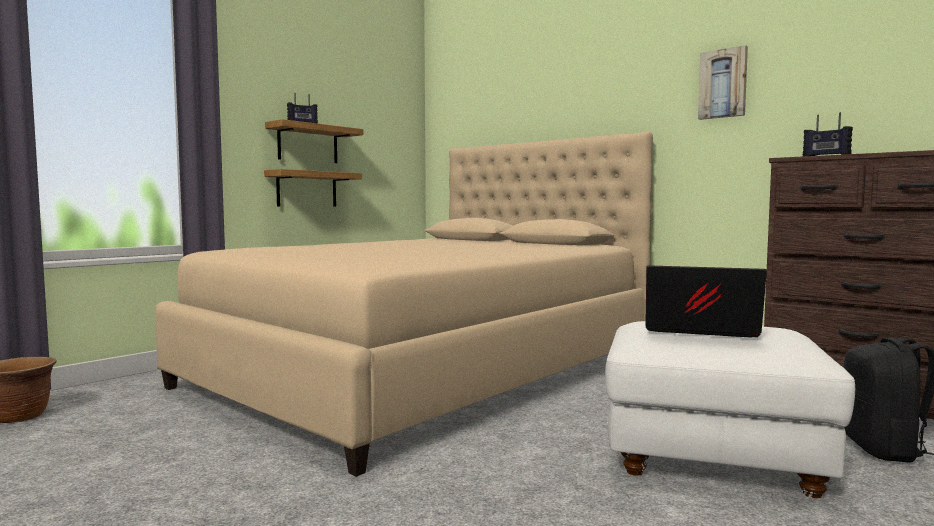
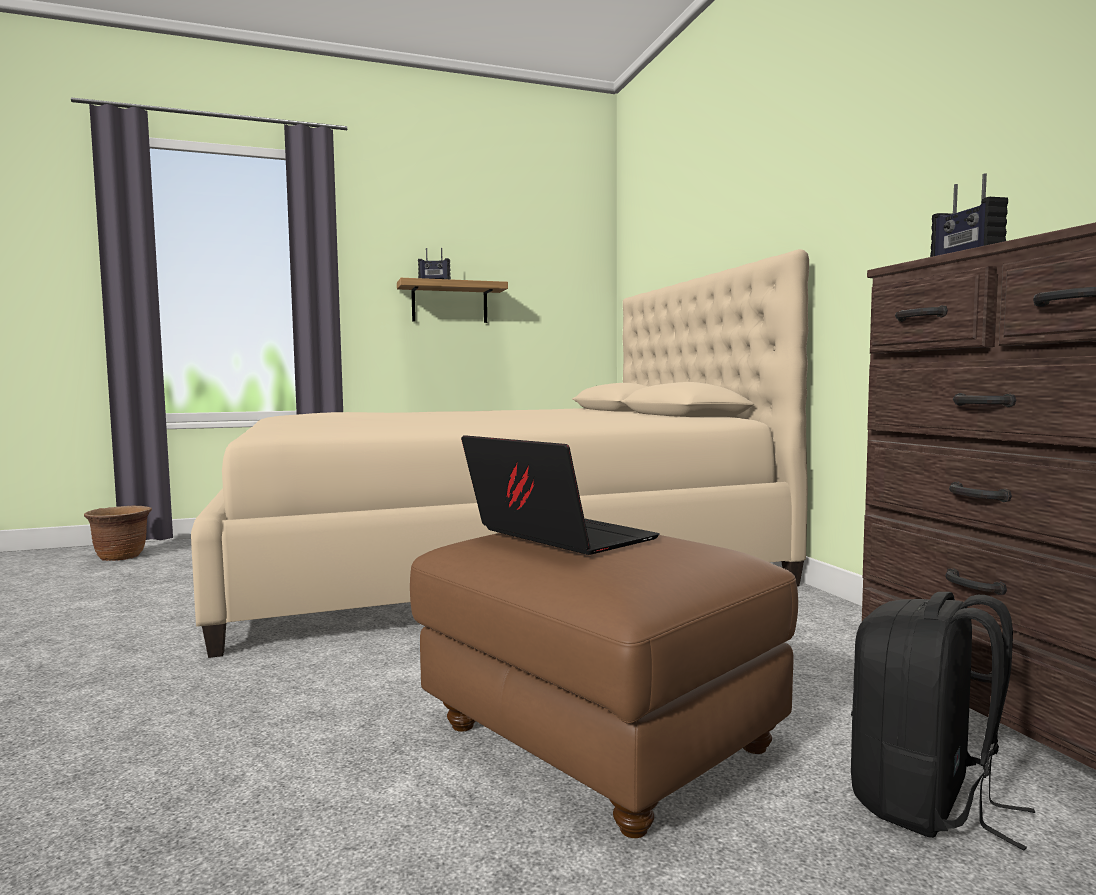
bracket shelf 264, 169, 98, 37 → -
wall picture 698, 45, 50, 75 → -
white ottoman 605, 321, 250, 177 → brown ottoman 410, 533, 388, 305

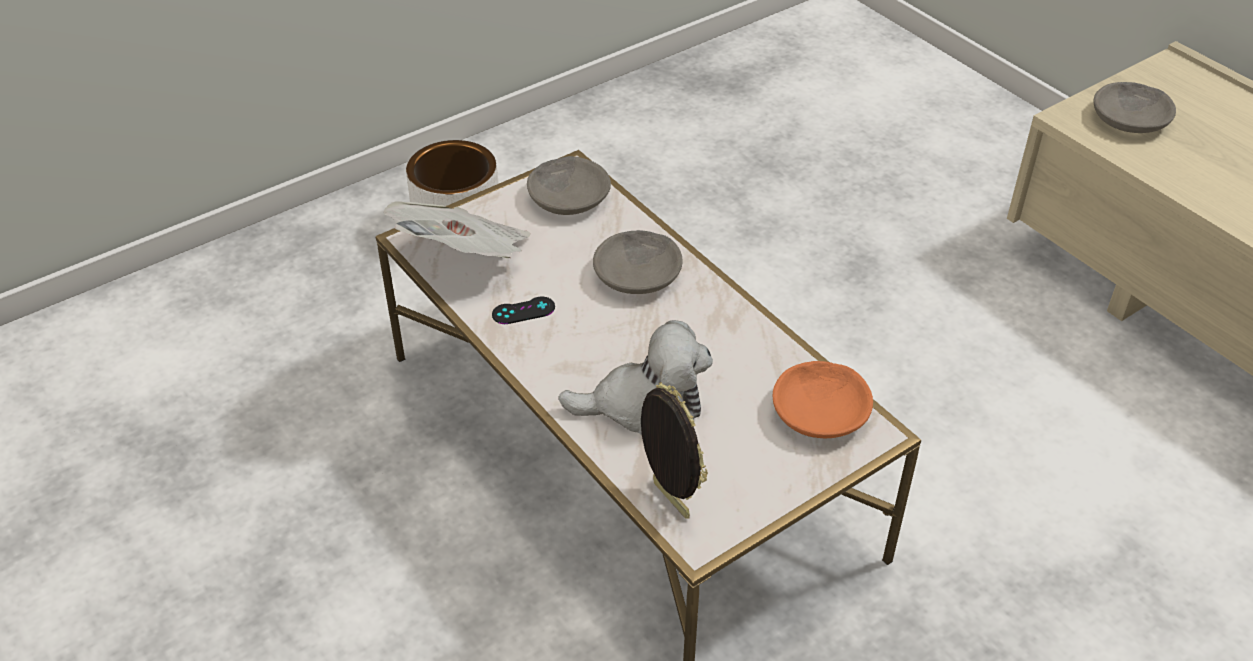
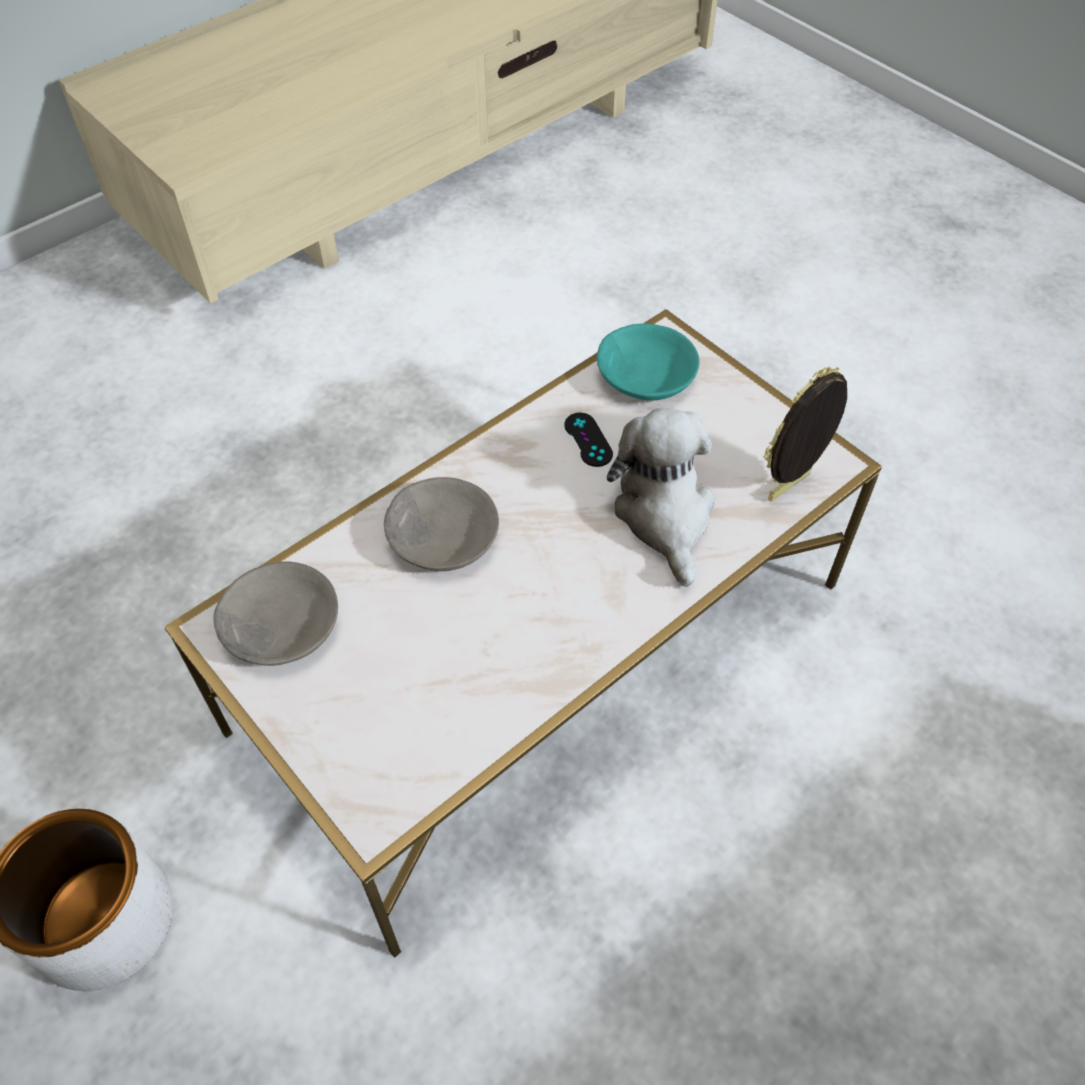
daily paper 384, 201, 147, 58 → -
grey deep dish 1093, 82, 83, 51 → -
black-coloured gamepad 492, 297, 63, 27 → black-coloured gamepad 564, 413, 49, 54, moved
orange deep dish 773, 361, 100, 77 → blue-green deep dish 597, 323, 103, 77

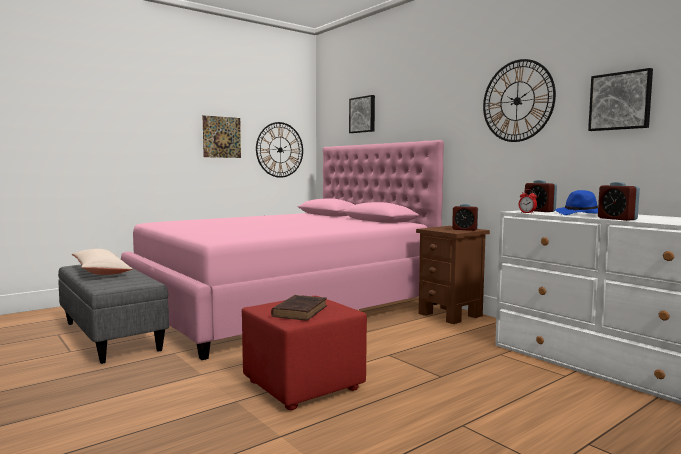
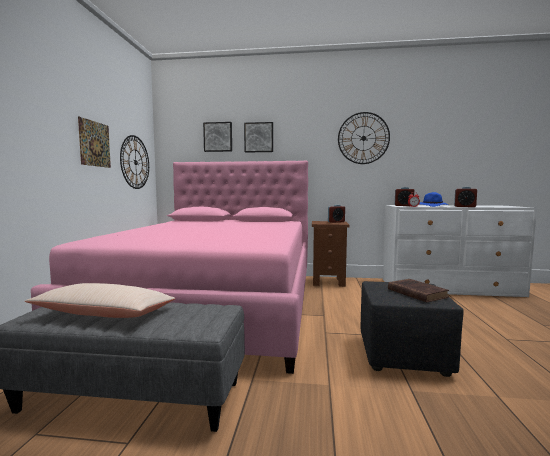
wall picture 588, 68, 65, 63 → wall picture 244, 122, 29, 31, moved
red-coloured ottoman 242, 296, 125, 114 → black-coloured ottoman 361, 281, 103, 96

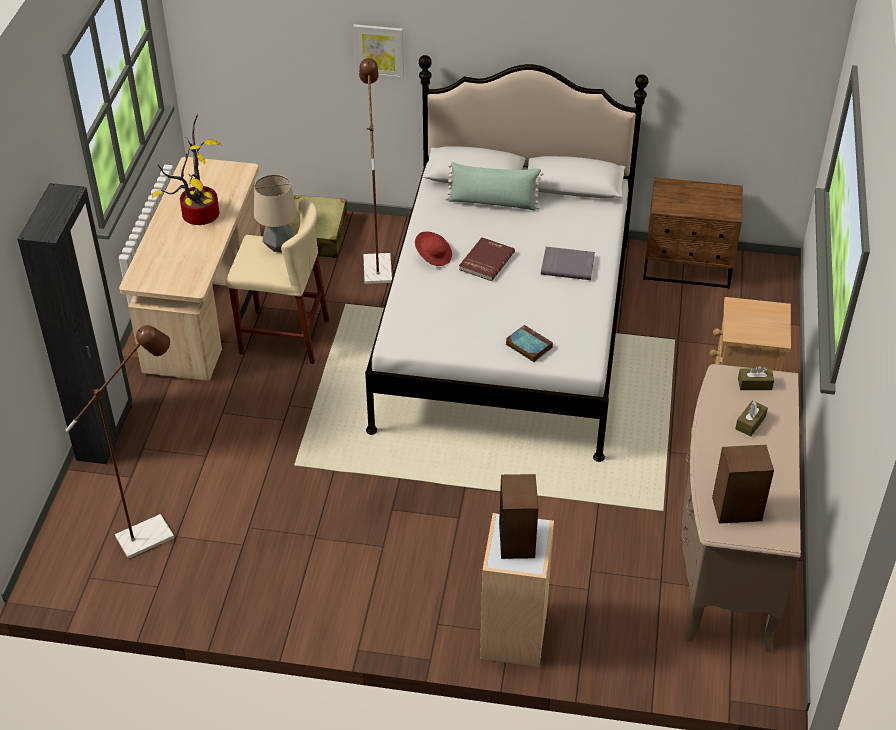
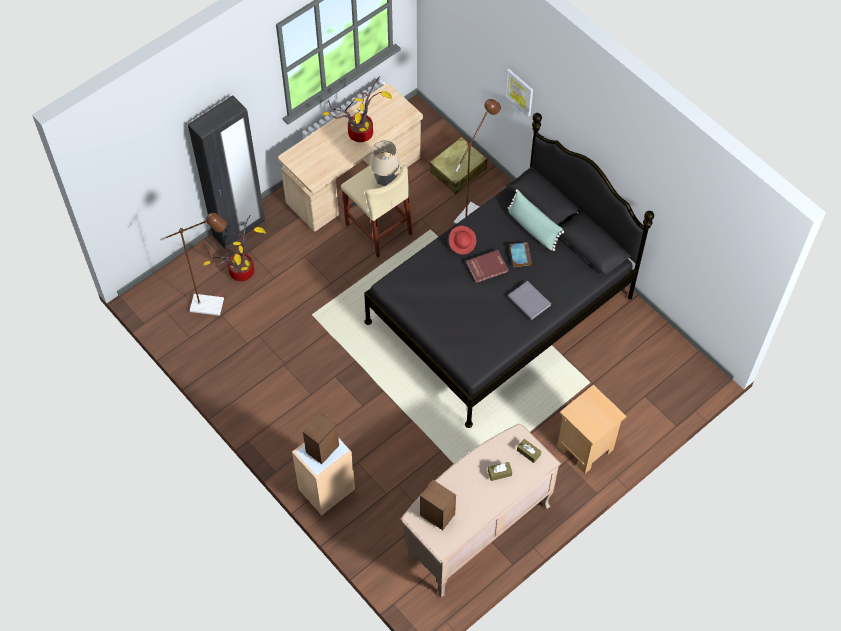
brown night table 643, 177, 100, 112 → -
- → plant in a pot 203, 215, 63, 66
bound book 506, 325, 47, 37 → bound book 509, 242, 23, 25, moved
white bedroom bed 365, 55, 283, 407 → black-coloured bedroom bed 364, 113, 290, 315

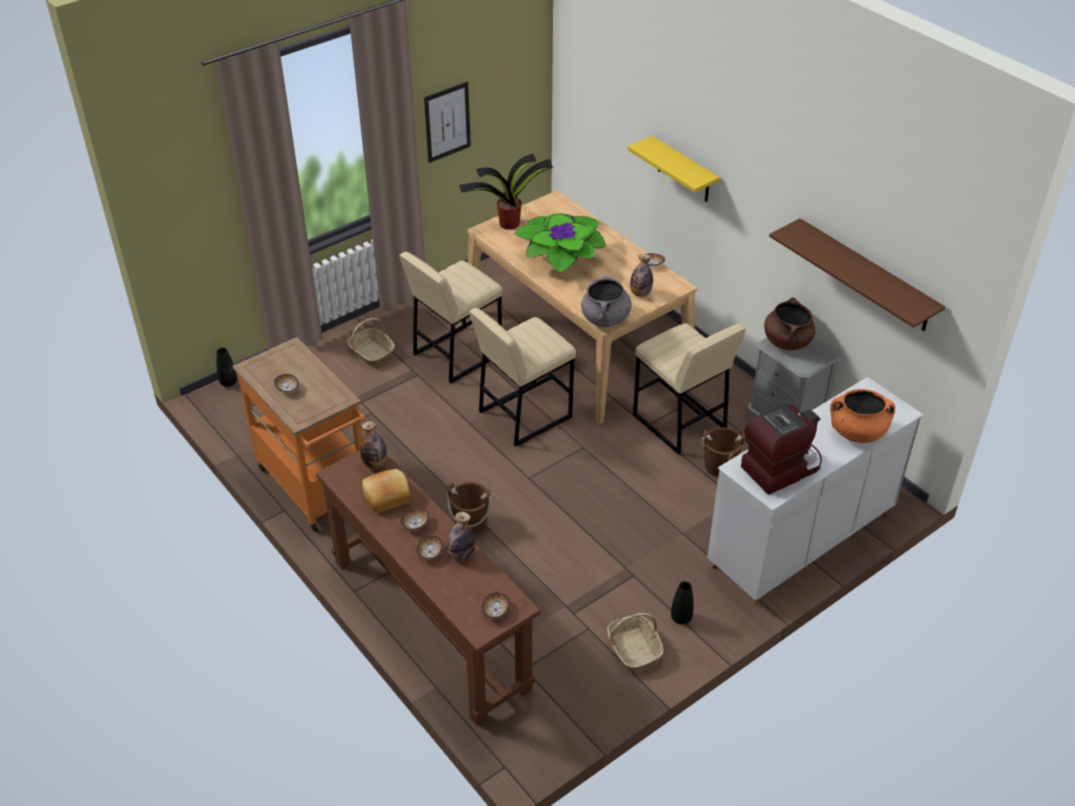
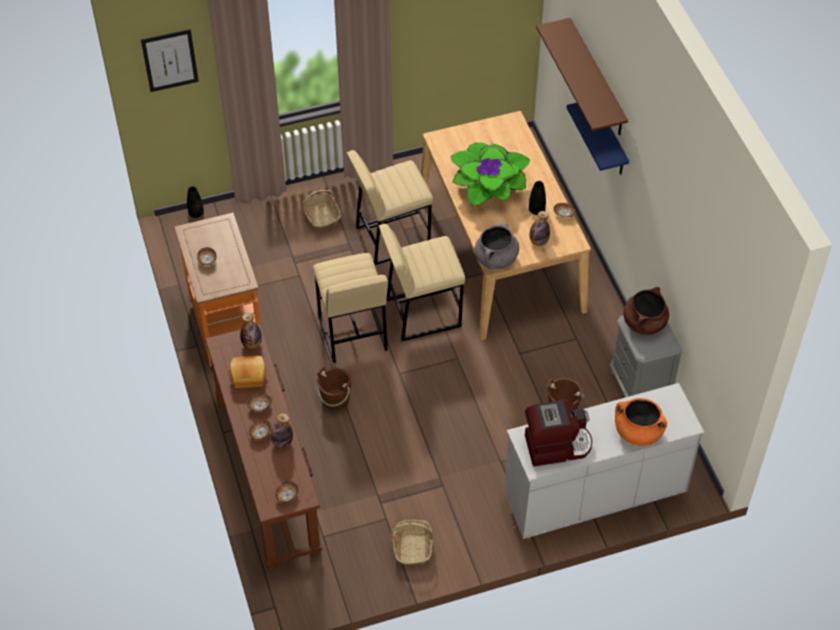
plant in a pot 459, 154, 96, 76 → -
wall picture 424, 82, 47, 81 → wall picture 141, 29, 58, 63, moved
beige-coloured upright chair 633, 323, 113, 132 → beige-coloured upright chair 313, 253, 75, 110, moved
black-coloured decorative vase 671, 581, 23, 43 → black-coloured decorative vase 529, 181, 17, 34, moved
brown bracket shelf 769, 218, 176, 113 → brown bracket shelf 536, 18, 92, 117, moved
yellow bracket shelf 627, 136, 93, 66 → blue bracket shelf 566, 103, 63, 72

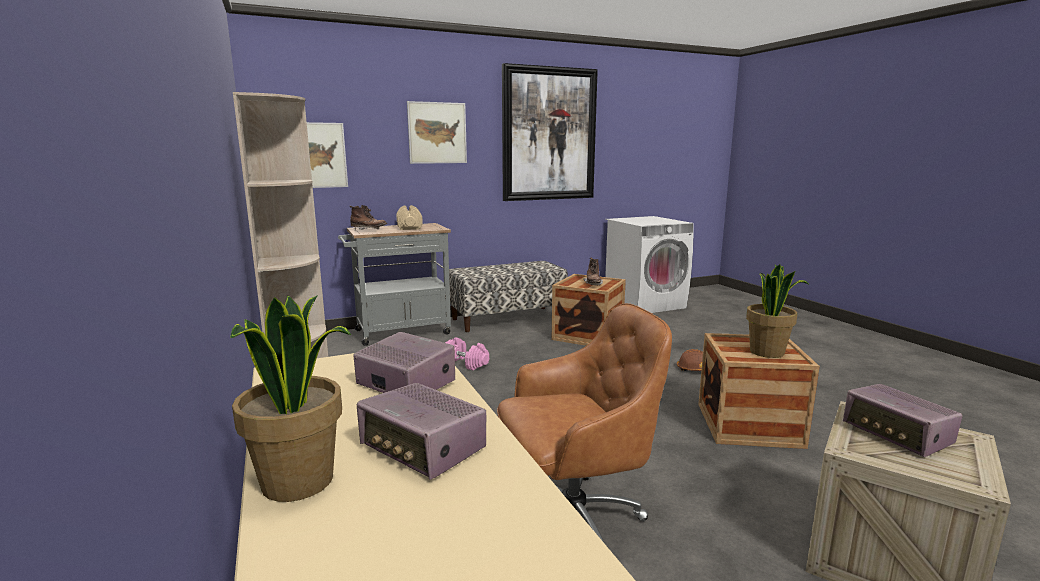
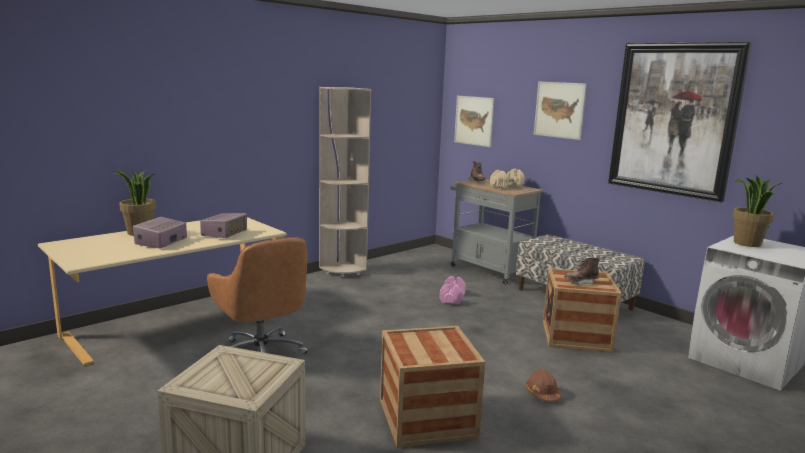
radio set 843, 384, 119, 73 → -
plant in a pot 746, 264, 62, 94 → plant in a pot 732, 176, 50, 71, moved

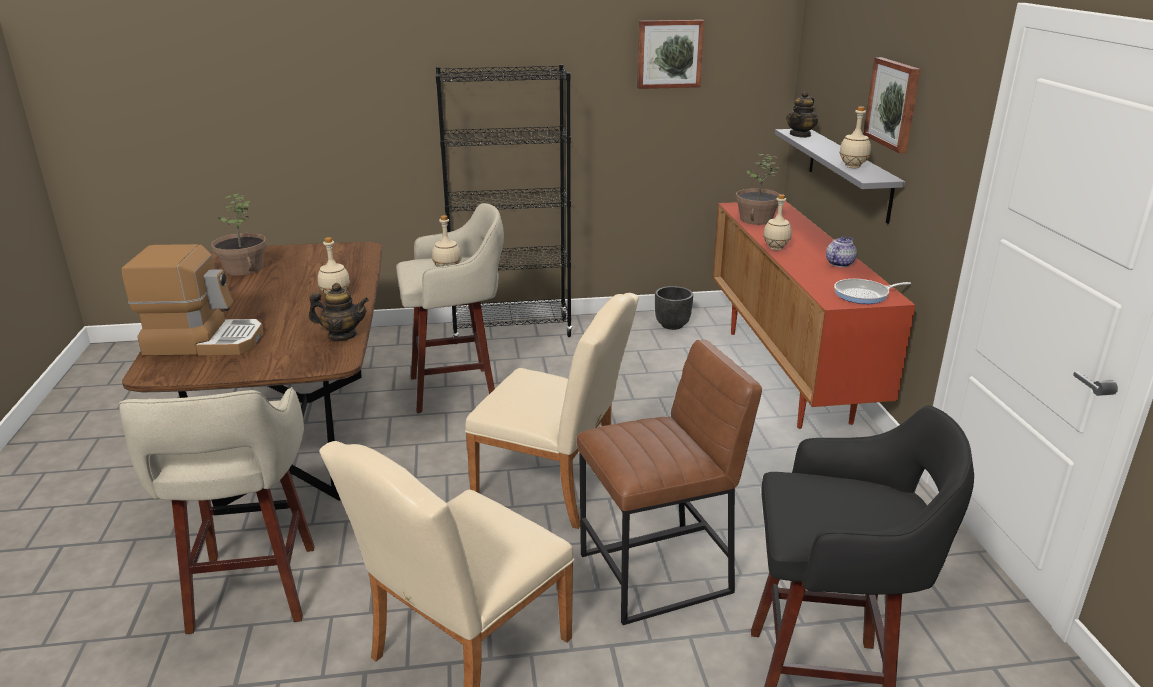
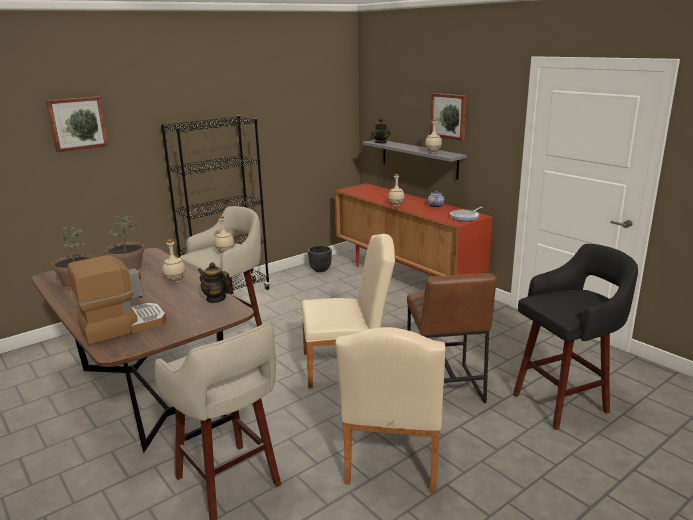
wall picture 637, 20, 68, 69 → wall picture 46, 96, 62, 56, moved
plant in a pot 736, 154, 44, 71 → plant in a pot 105, 215, 39, 55, moved
pot for tea 309, 283, 60, 58 → pot for tea 198, 262, 34, 41, 120 degrees counterclockwise
brown upright chair 577, 340, 185, 285 → brown upright chair 407, 273, 90, 130, 135 degrees clockwise

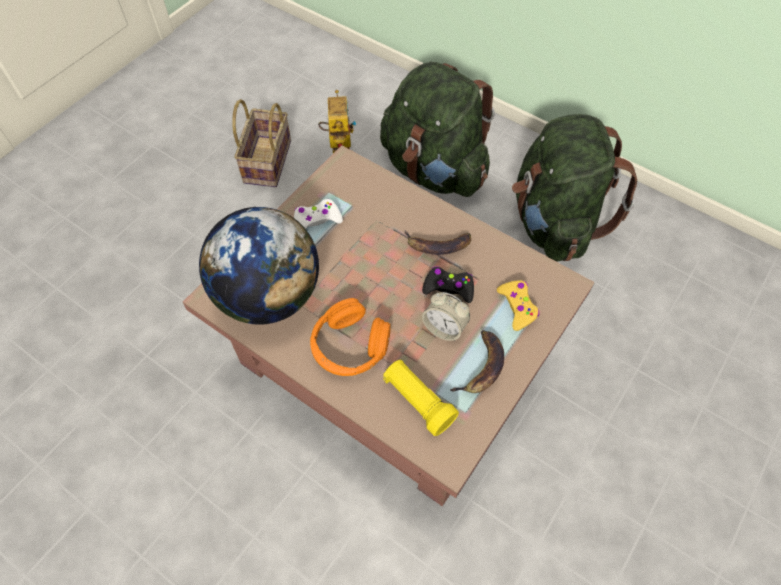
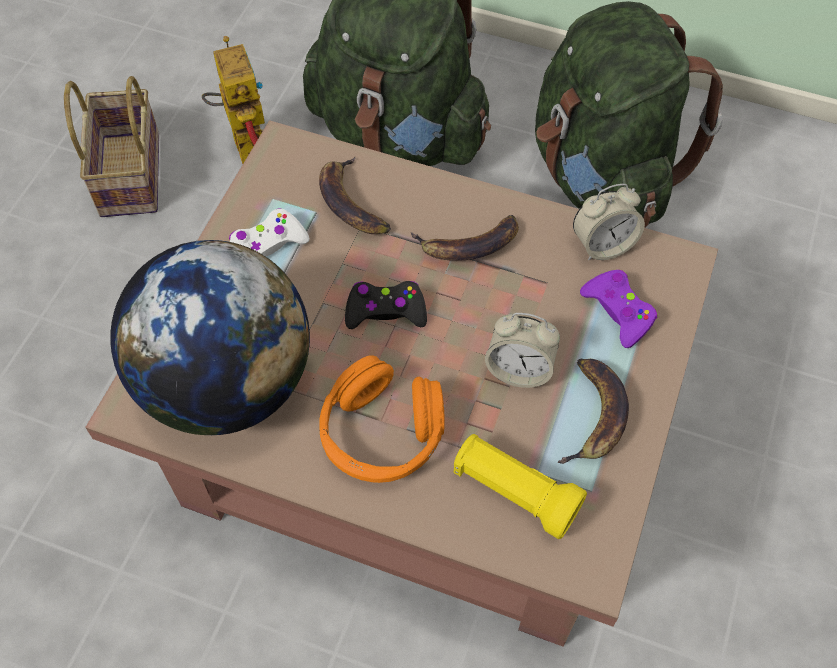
- → banana 319, 157, 72, 77
- → table clock 573, 184, 72, 77
black-coloured gamepad 422, 266, 52, 37 → black-coloured gamepad 345, 281, 82, 48, moved
yellow gamepad 497, 280, 42, 51 → purplish gamepad 580, 270, 77, 78

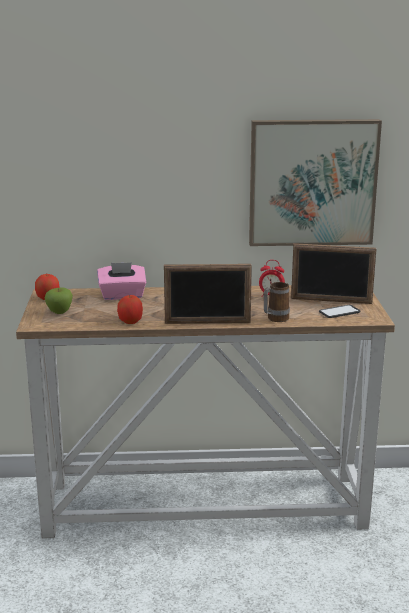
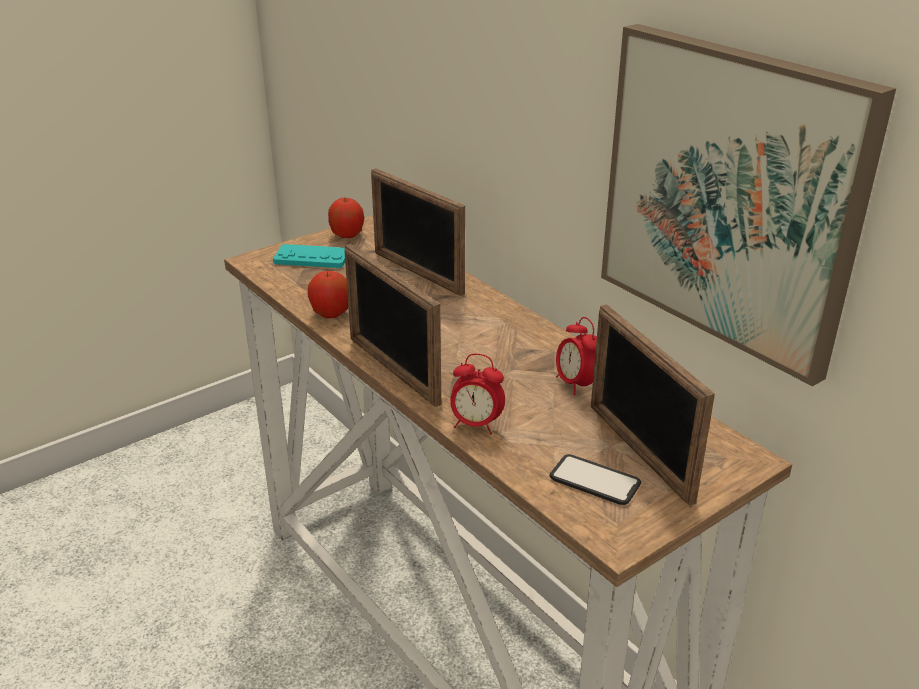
apple 45, 288, 28, 26 → blue-green gamepad 273, 244, 72, 24
pink-coloured tissue holder 97, 262, 49, 38 → photo frame 371, 168, 94, 128
coffee mug 264, 282, 26, 40 → table clock 450, 354, 55, 81

